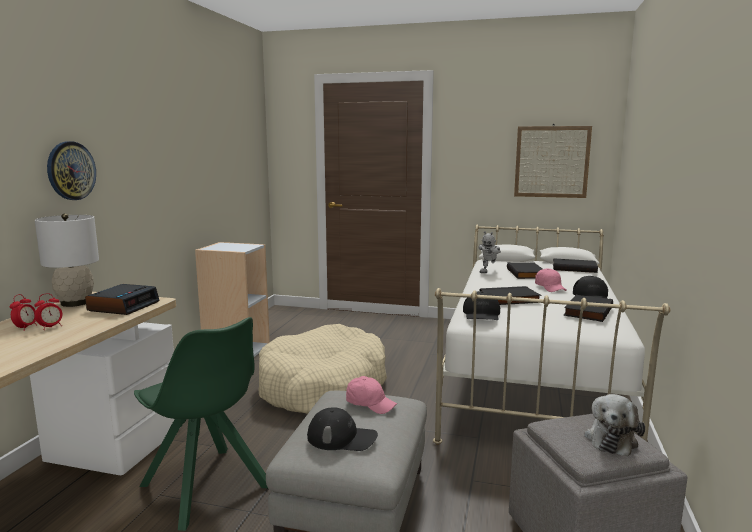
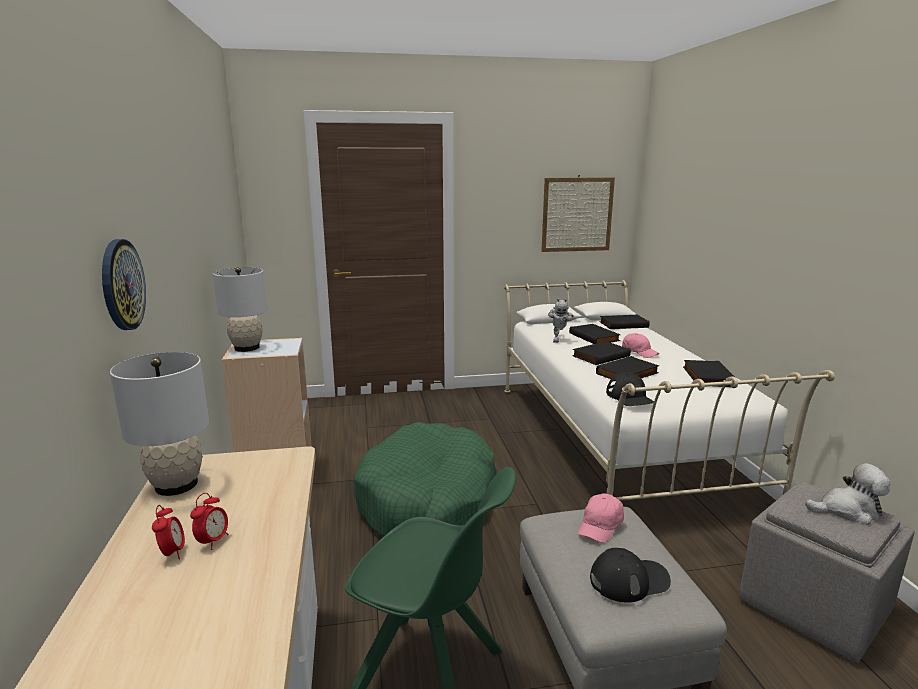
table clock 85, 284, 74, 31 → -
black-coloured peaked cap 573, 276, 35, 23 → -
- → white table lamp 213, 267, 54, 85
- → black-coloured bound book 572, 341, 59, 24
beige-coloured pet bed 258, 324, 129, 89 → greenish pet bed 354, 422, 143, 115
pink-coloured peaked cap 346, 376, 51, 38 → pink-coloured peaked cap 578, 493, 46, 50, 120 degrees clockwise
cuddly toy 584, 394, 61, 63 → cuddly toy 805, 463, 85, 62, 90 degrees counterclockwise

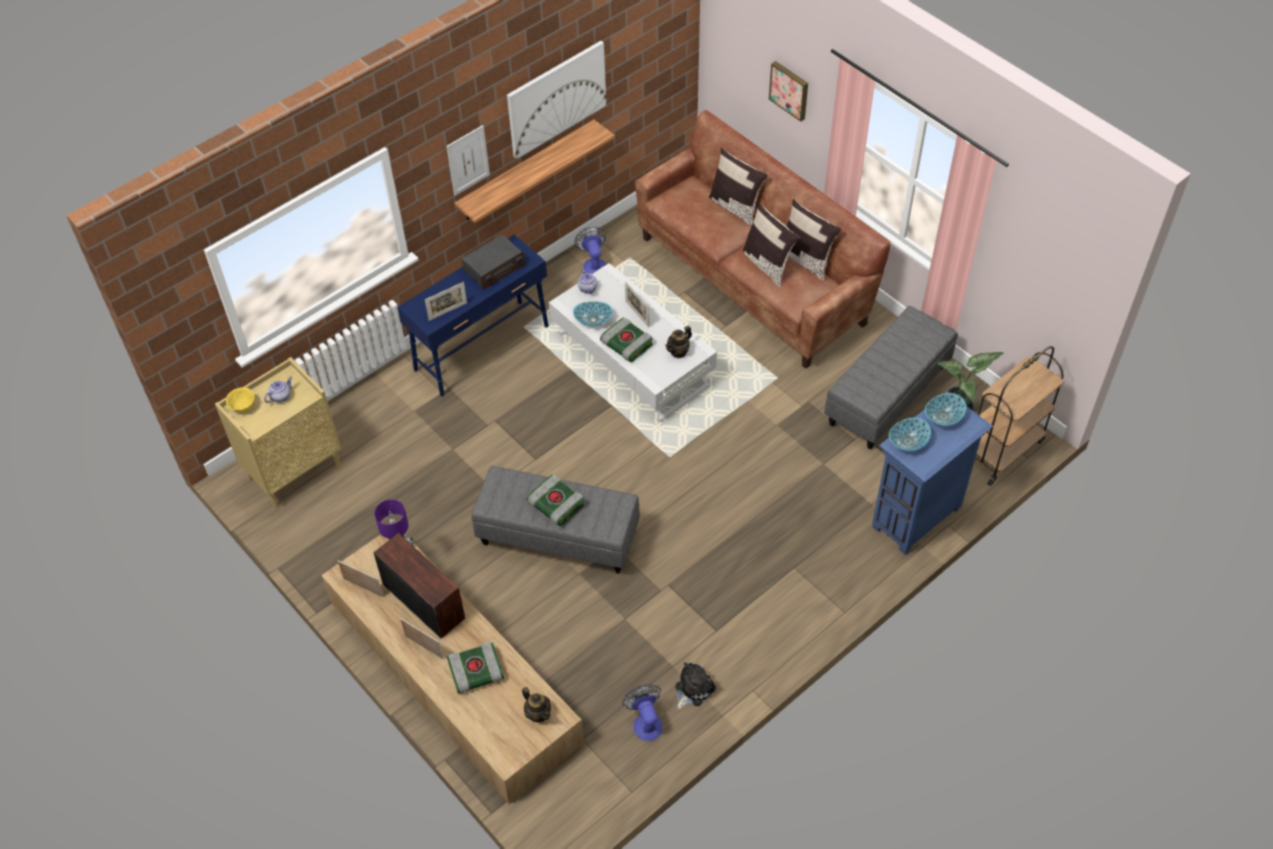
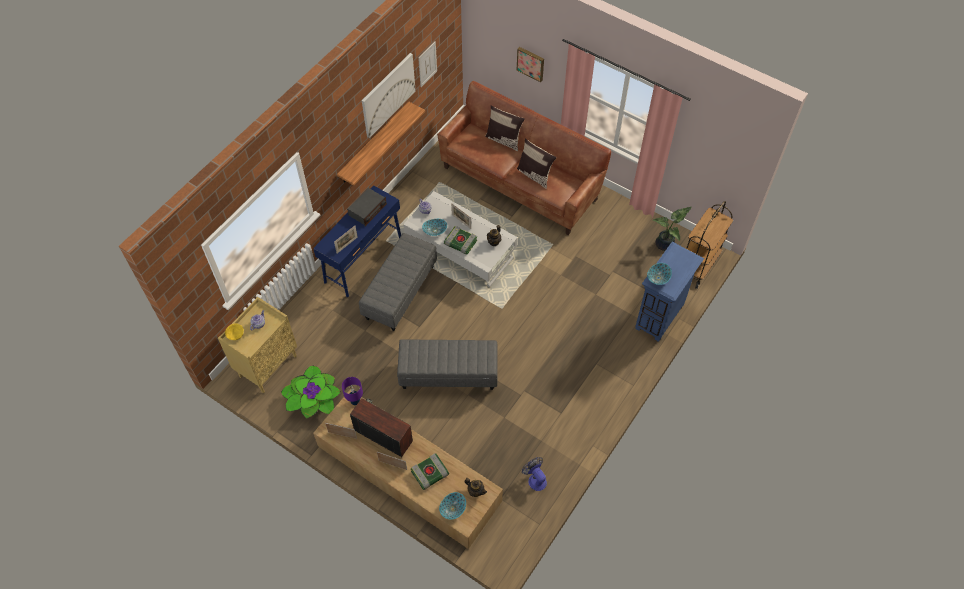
bound book 526, 474, 58, 52 → -
cooling fan 575, 227, 31, 47 → -
cuddly toy 675, 662, 41, 48 → -
throw pillow 786, 199, 56, 81 → -
- → plant in a pot 281, 366, 60, 52
wall picture 447, 125, 43, 70 → wall picture 418, 42, 19, 45, moved
grey ottoman 824, 306, 134, 143 → grey ottoman 359, 233, 78, 98, moved
deep dish 925, 393, 41, 33 → deep dish 439, 492, 27, 27, moved

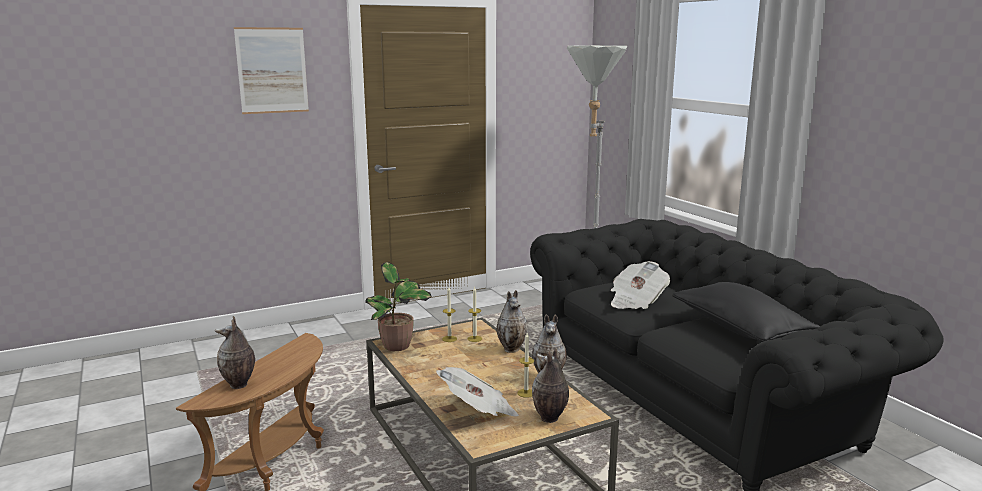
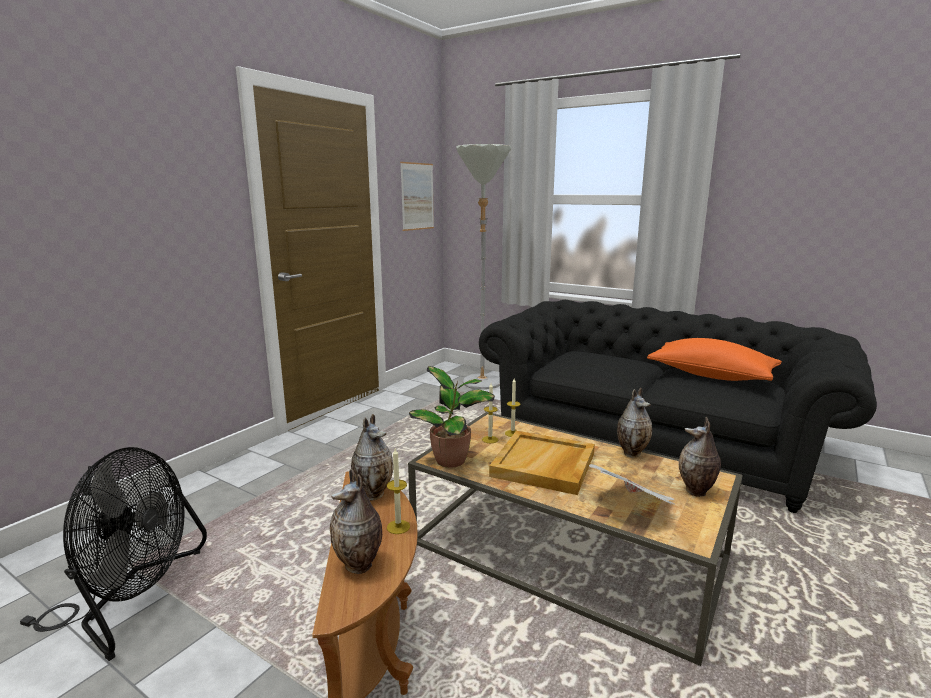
daily paper 611, 261, 59, 48 → -
- → black-coloured cooling fan 20, 447, 187, 214
- → beige-coloured serving tray 489, 431, 106, 64
wall picture 234, 27, 75, 87 → wall picture 400, 162, 34, 69, moved
decorative vase 497, 290, 31, 63 → decorative vase 351, 414, 42, 86, moved
wax candle 517, 333, 17, 65 → wax candle 387, 449, 23, 85, moved
black-coloured throw pillow 672, 282, 148, 60 → orange throw pillow 647, 338, 135, 43

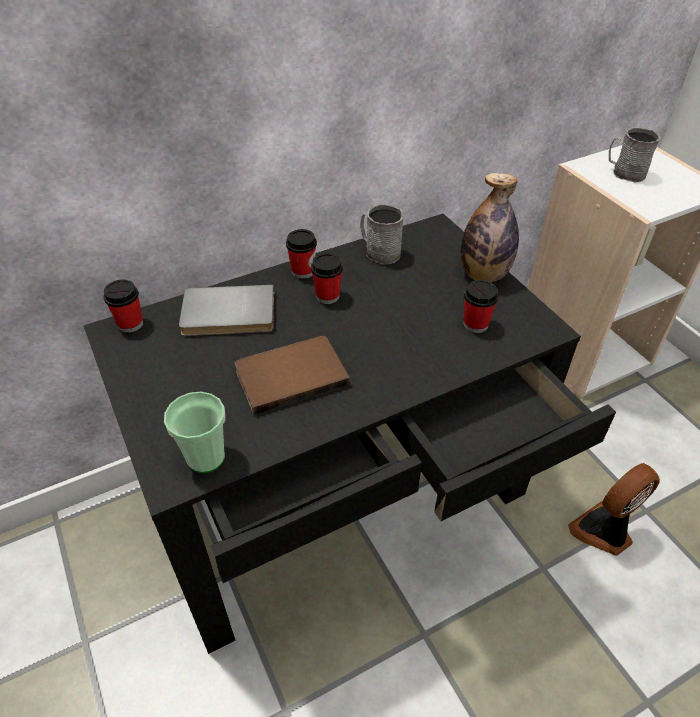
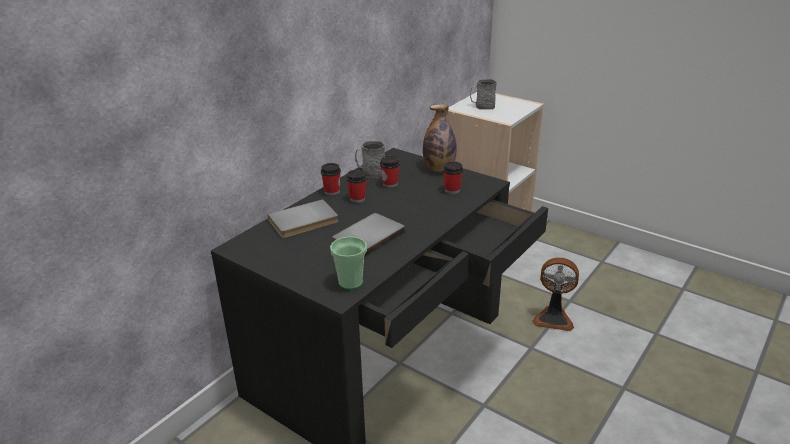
drinking cup 103, 280, 40, 53 → drinking cup 380, 156, 20, 32, moved
brown bound book 235, 336, 115, 79 → grey bound book 333, 213, 73, 44
cooling fan 568, 463, 92, 93 → cooling fan 532, 257, 47, 74, 105 degrees counterclockwise

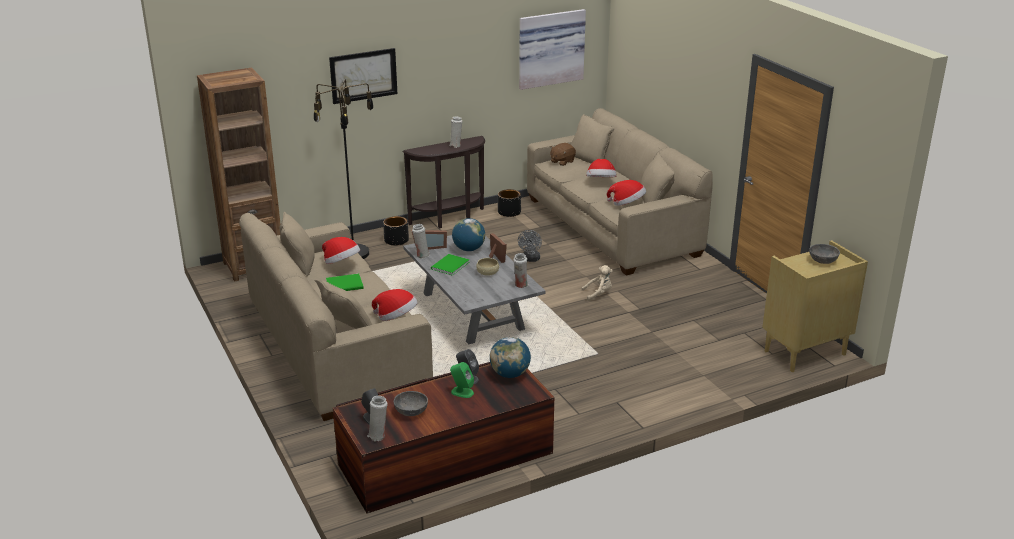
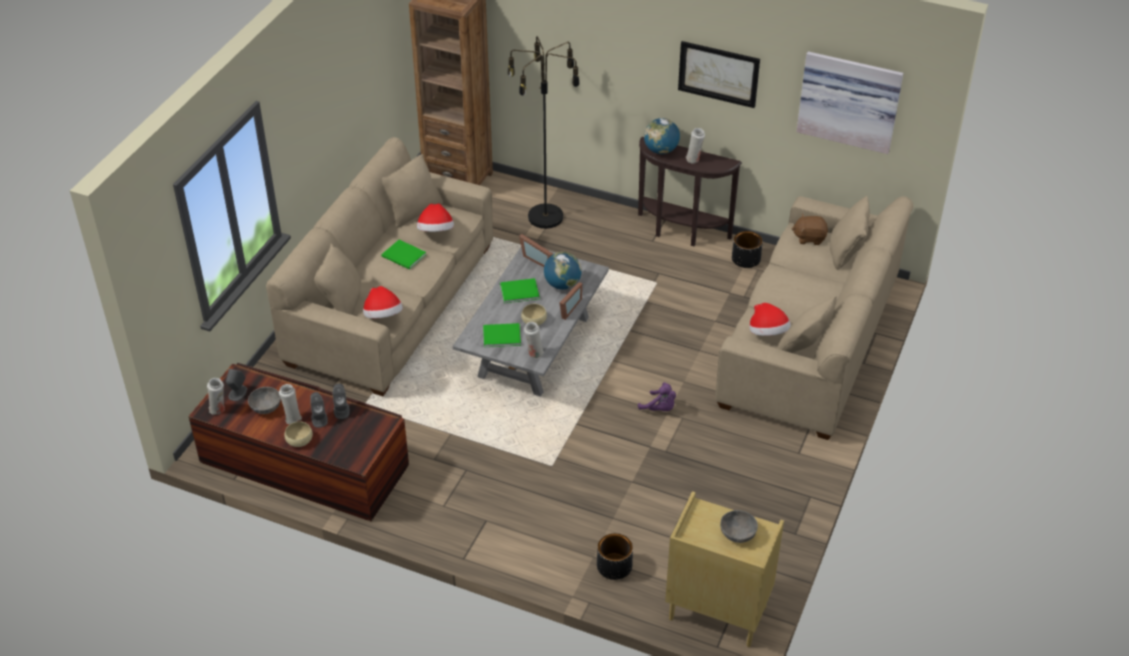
grey cooling fan 518, 230, 24, 32 → -
clothing hat 586, 159, 31, 18 → -
- → beige-coloured deep dish 284, 422, 29, 25
- → greenish bound book 483, 323, 38, 24
wall picture 329, 48, 68, 56 → wall picture 678, 41, 82, 67, moved
black-coloured flower pot 383, 216, 26, 30 → black-coloured flower pot 597, 533, 36, 47, moved
white decorative vase 412, 224, 17, 35 → white decorative vase 279, 384, 23, 40, moved
desk globe 490, 337, 41, 41 → desk globe 644, 118, 36, 36, moved
greenish loudspeaker 450, 362, 24, 36 → grey loudspeaker 310, 392, 18, 36
beige-coloured cuddly toy 582, 265, 31, 36 → purplish cuddly toy 638, 382, 38, 29

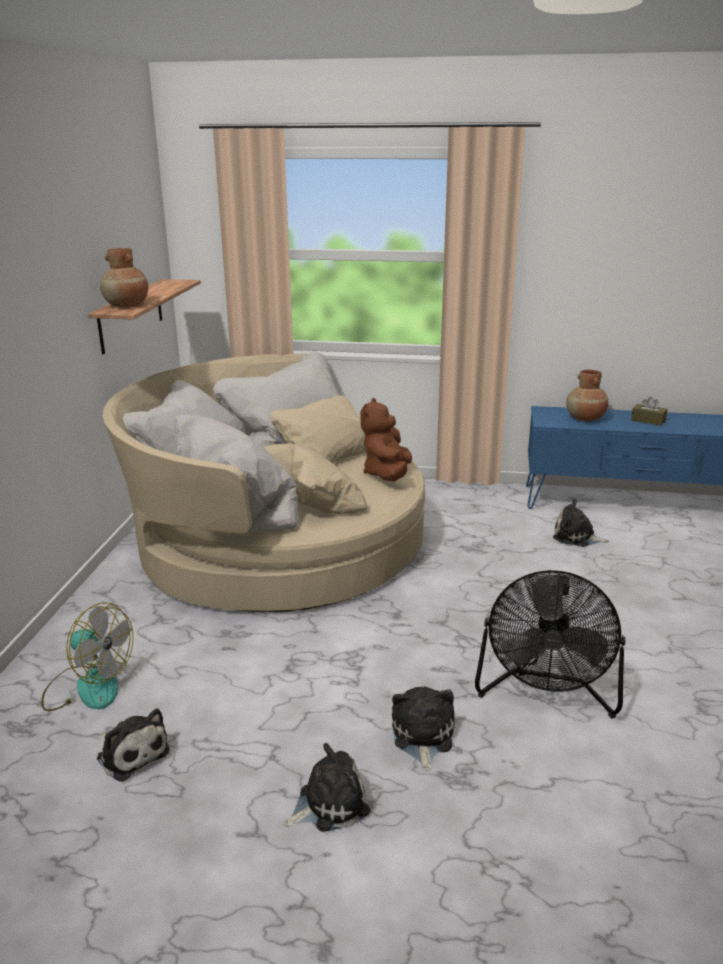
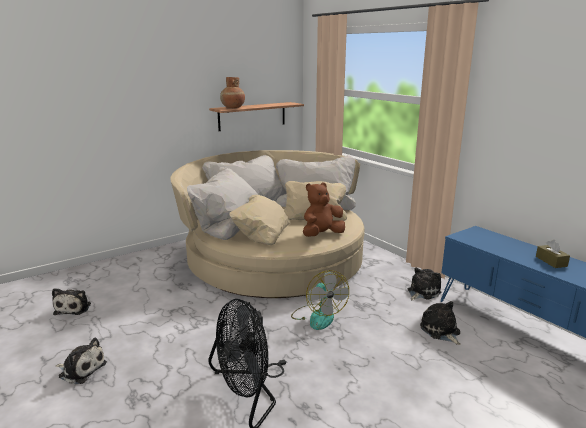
brown decorative vase 566, 370, 42, 51 → -
cooling fan 41, 602, 93, 109 → cooling fan 291, 270, 58, 60, moved
cuddly toy 392, 686, 63, 85 → cuddly toy 408, 268, 34, 33, moved

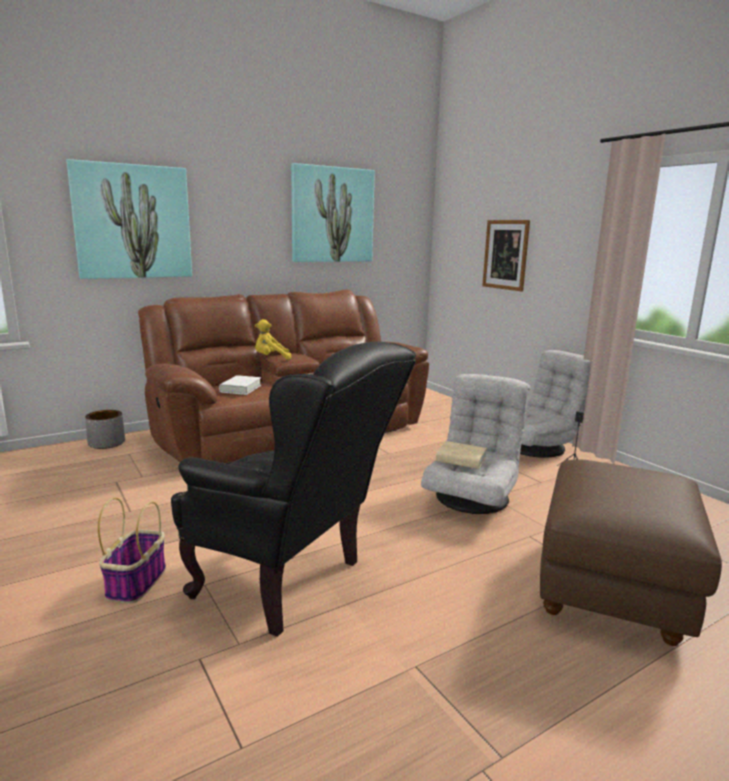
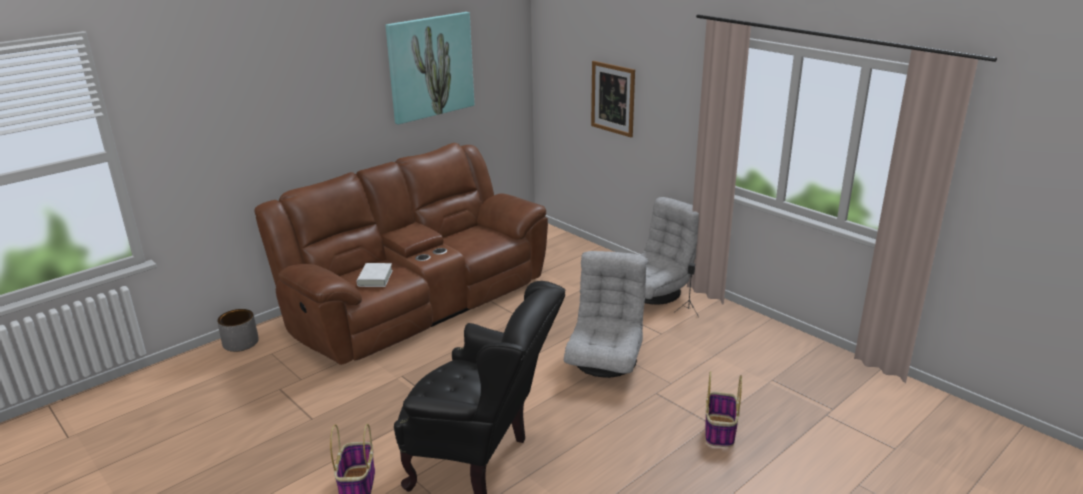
wall picture 66, 159, 126, 120 → -
yellow cuddly toy 255, 319, 36, 41 → -
beige-coloured bound book 436, 441, 51, 28 → -
brown ottoman 540, 459, 182, 187 → household basket 705, 371, 37, 76

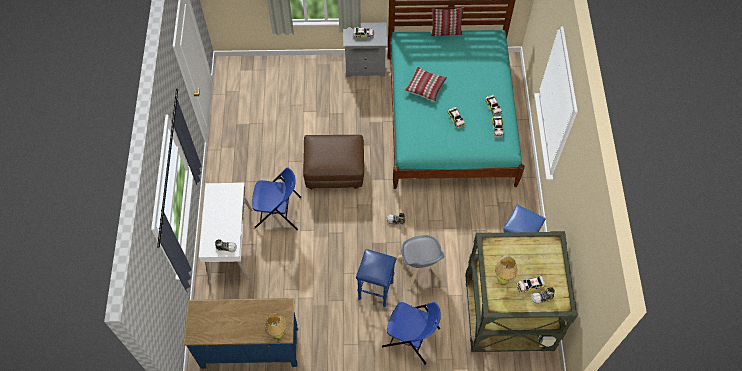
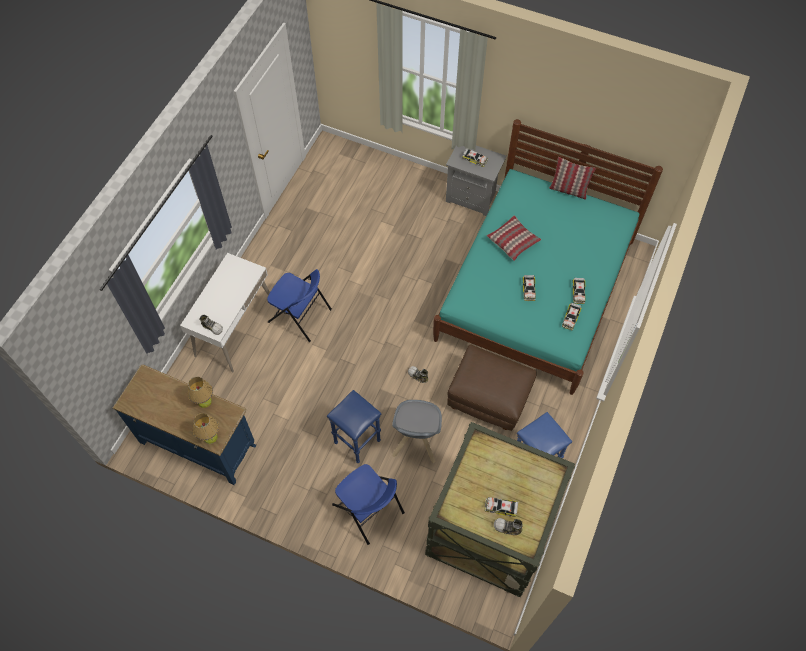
brown ottoman 303, 135, 61, 55 → brown ottoman 447, 344, 90, 87, moved
table lamp 495, 257, 22, 26 → table lamp 187, 377, 26, 31, moved

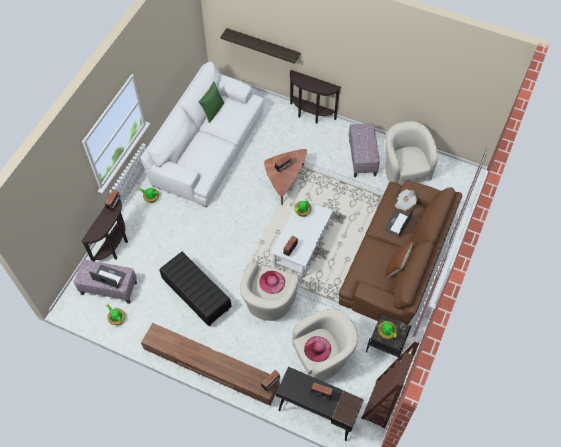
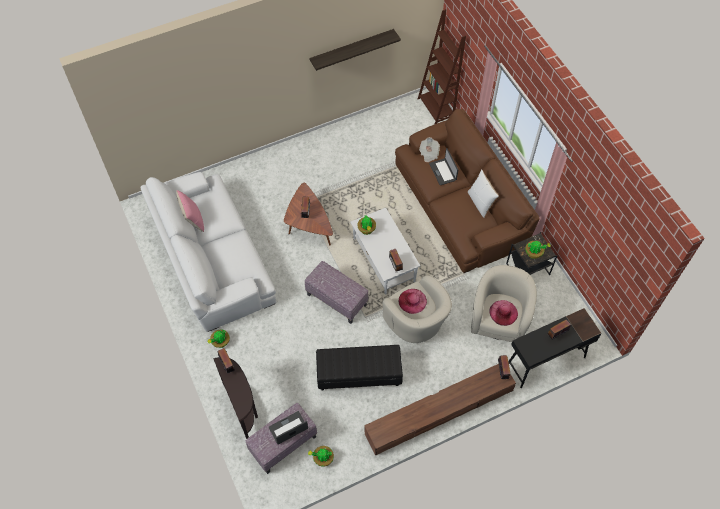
brown narrow table 290, 70, 51, 54 → -
beige-coloured armchair 385, 121, 53, 64 → -
bracket shelf 220, 28, 80, 36 → bracket shelf 310, 29, 91, 42, moved
ottoman 349, 123, 31, 54 → ottoman 305, 261, 63, 63, moved
brown bookcase 361, 341, 58, 88 → brown bookcase 418, 9, 48, 115, moved
greenish throw pillow 198, 81, 26, 42 → pink-coloured throw pillow 176, 190, 28, 42
brown throw pillow 385, 241, 28, 37 → white throw pillow 468, 169, 31, 48

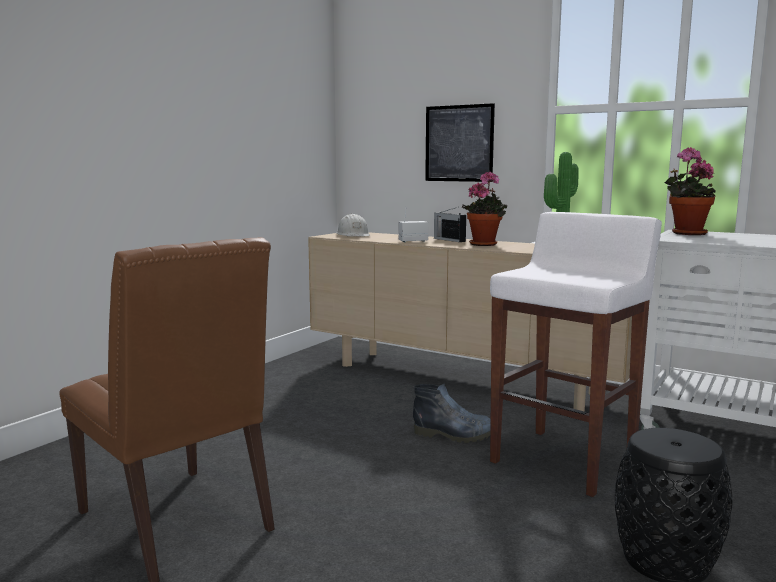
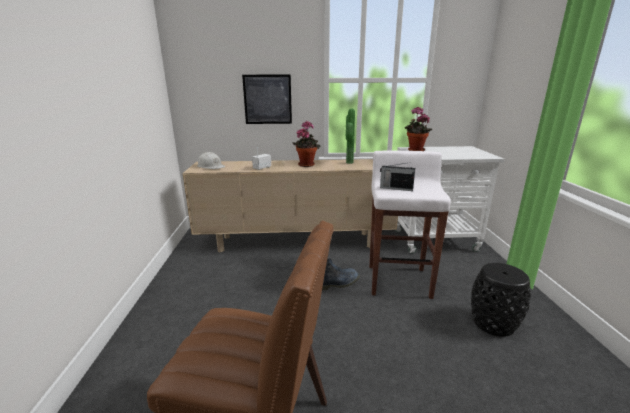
radio set 434, 207, 32, 35 → radio set 380, 162, 35, 29, moved

